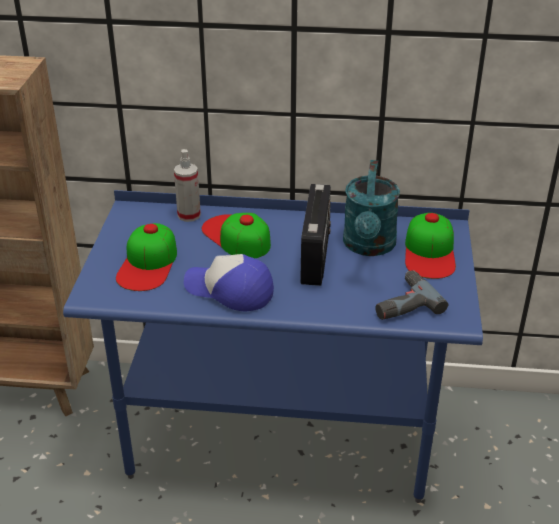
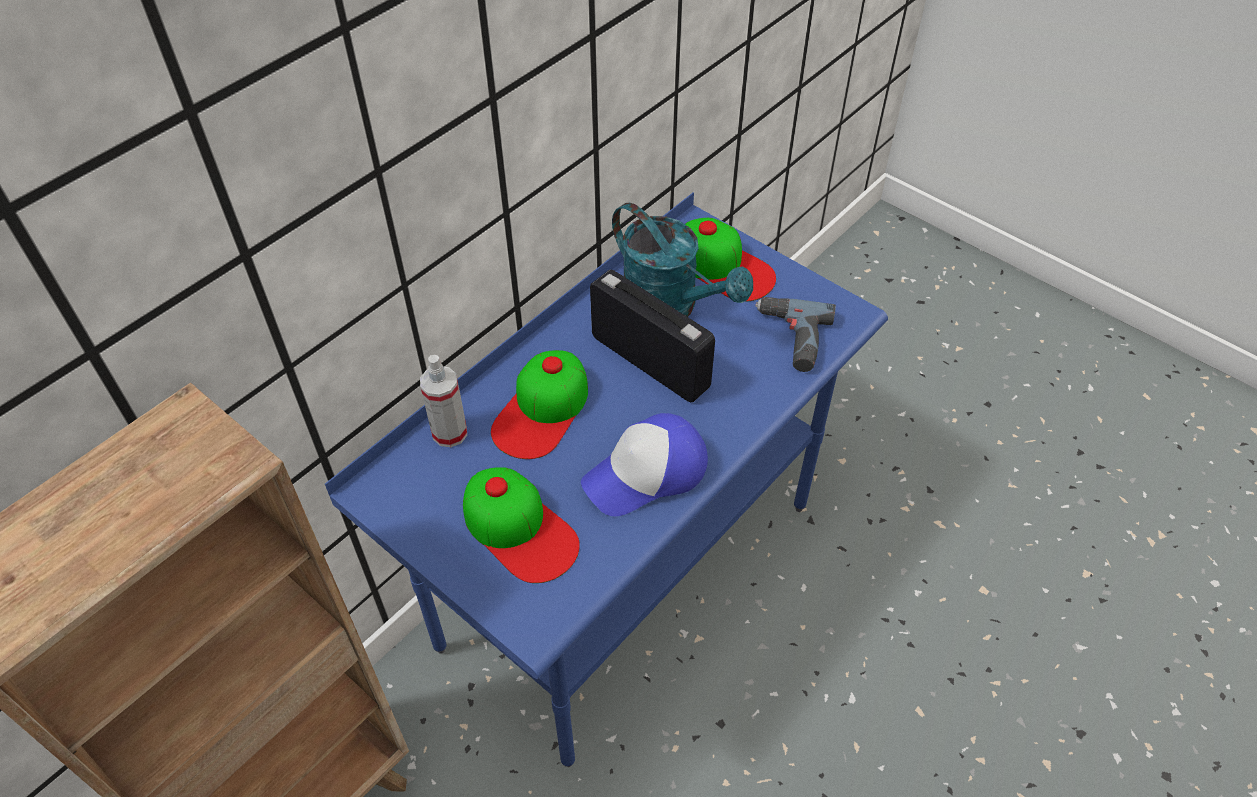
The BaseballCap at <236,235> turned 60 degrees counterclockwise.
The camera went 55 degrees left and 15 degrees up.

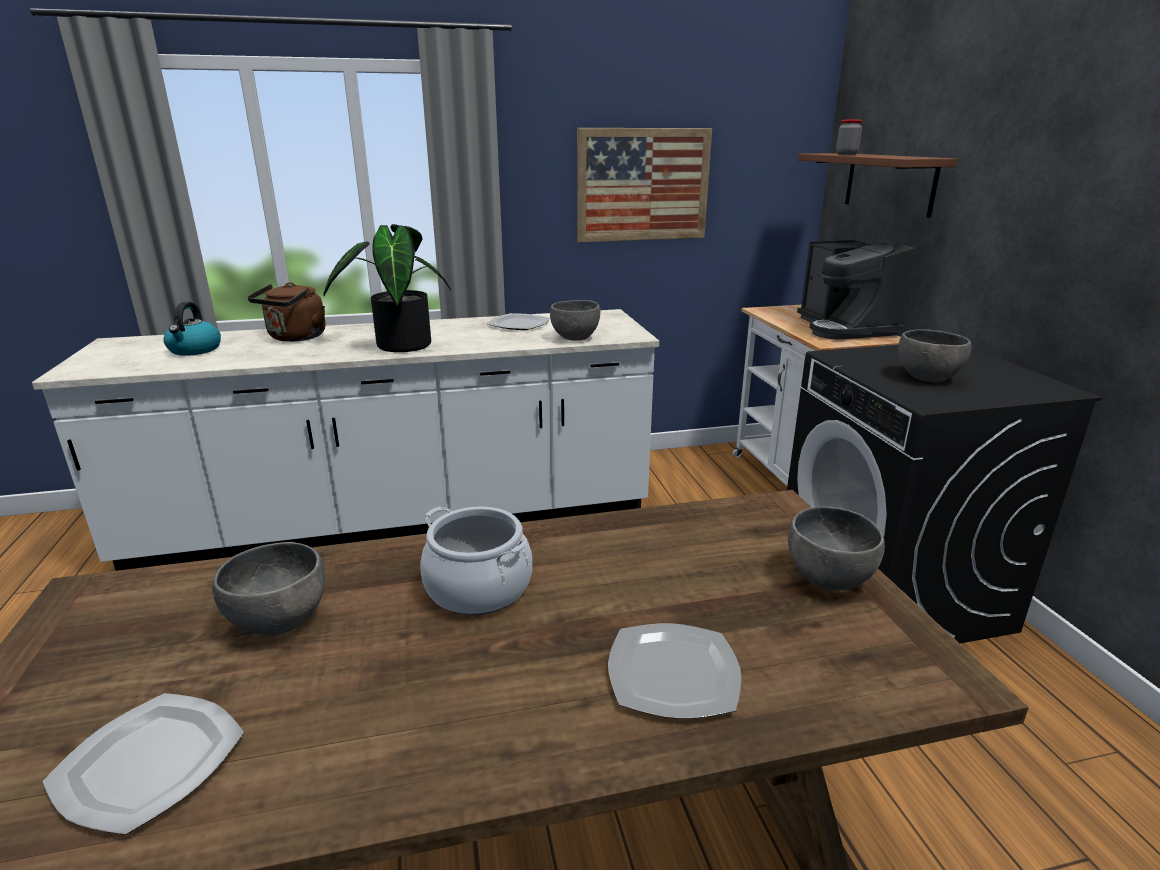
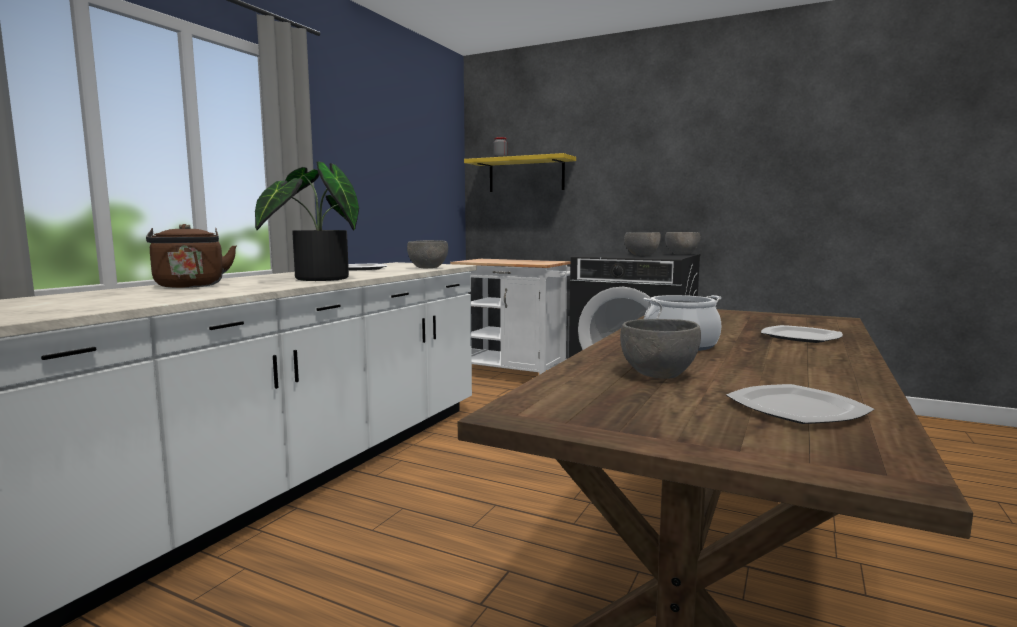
The WaterKettle at <192,329> disappeared.
The Picture at <644,185> disappeared.
The GreyDeepDish moved from <836,548> to <682,243>.
The CoffeeBrewer at <856,289> disappeared.
The BrownColouredWallShelf at <878,185> became the YellowishWallShelf at <520,172>.
The camera went 50 degrees left and 15 degrees down.

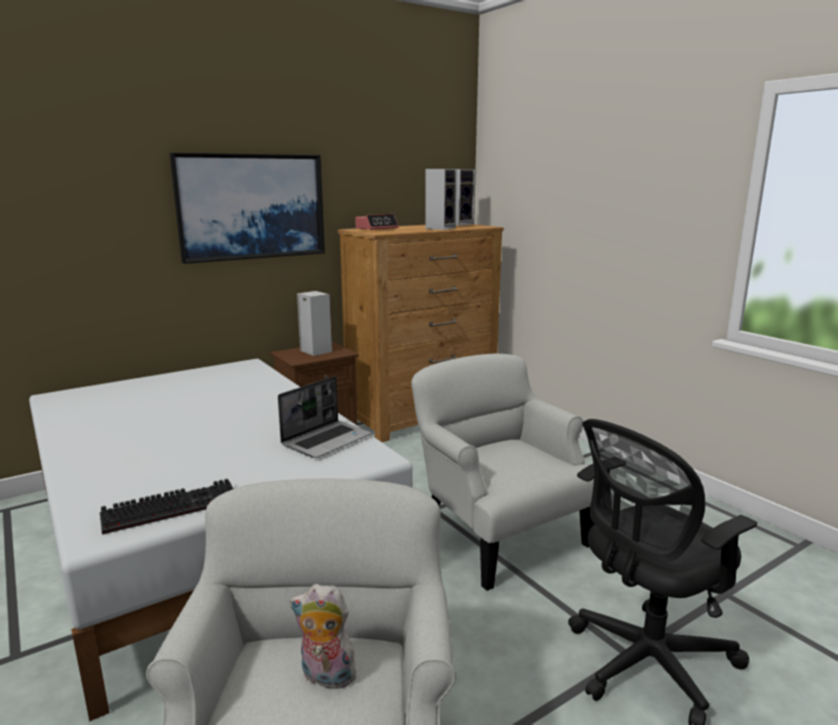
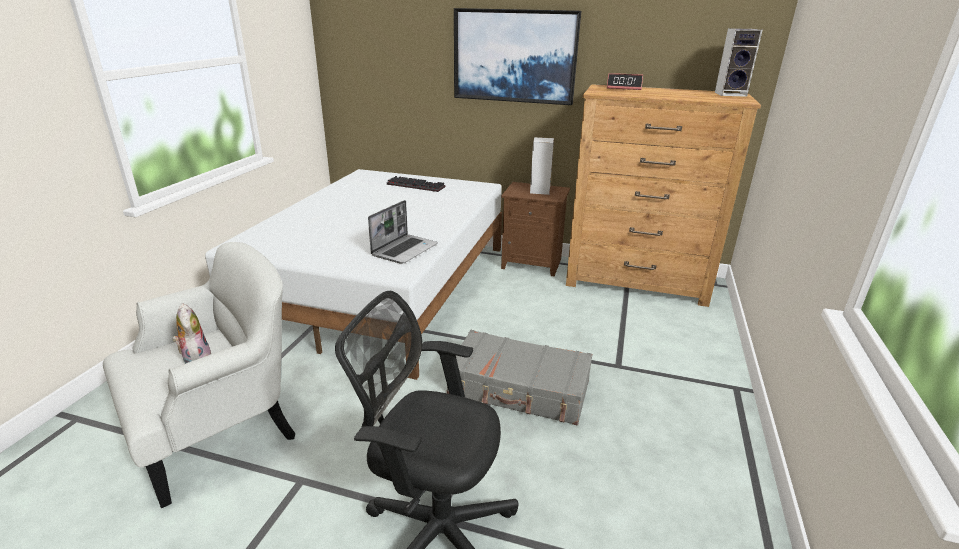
The Keyboard moved from <166,507> to <416,184>.
The Laptop at <325,417> turned 60 degrees counterclockwise.
The WhiteColouredLoungeChair at <502,472> was replaced by the GreySuitcase at <520,377>.
The AudioSpeaker at <441,199> disappeared.
The camera went 50 degrees right and 10 degrees up.

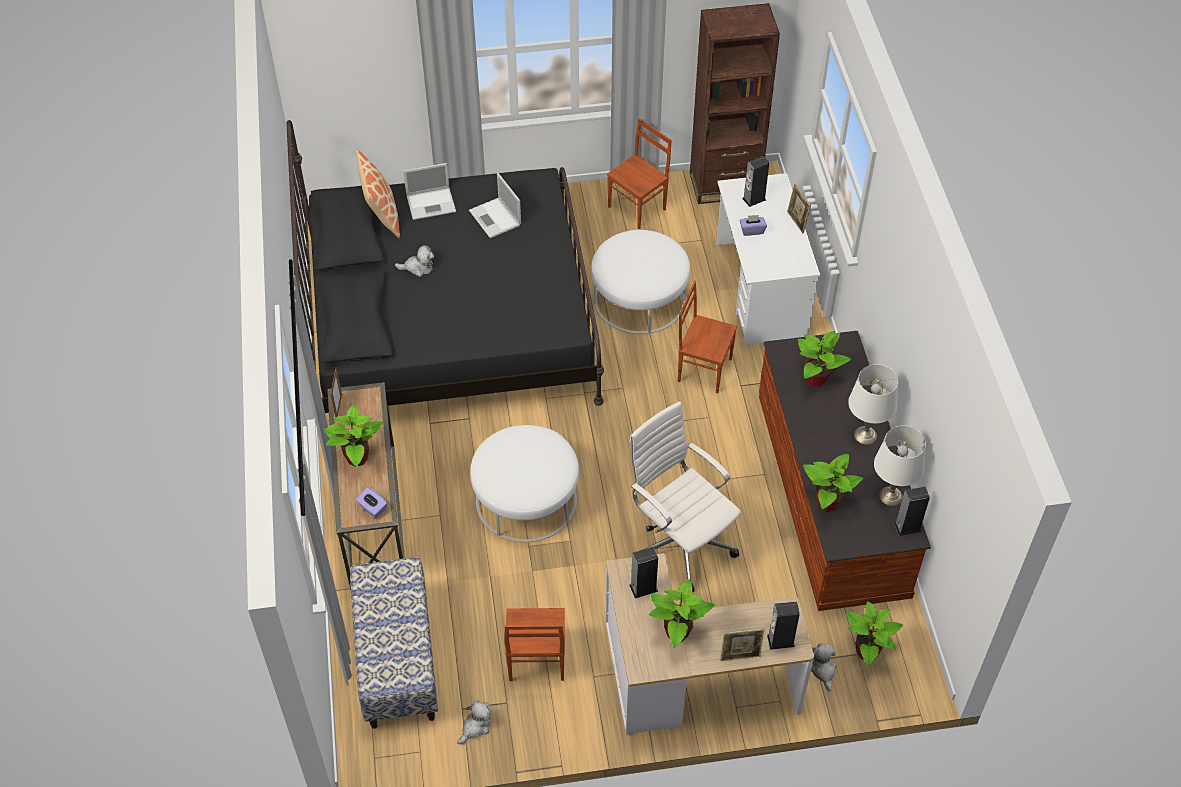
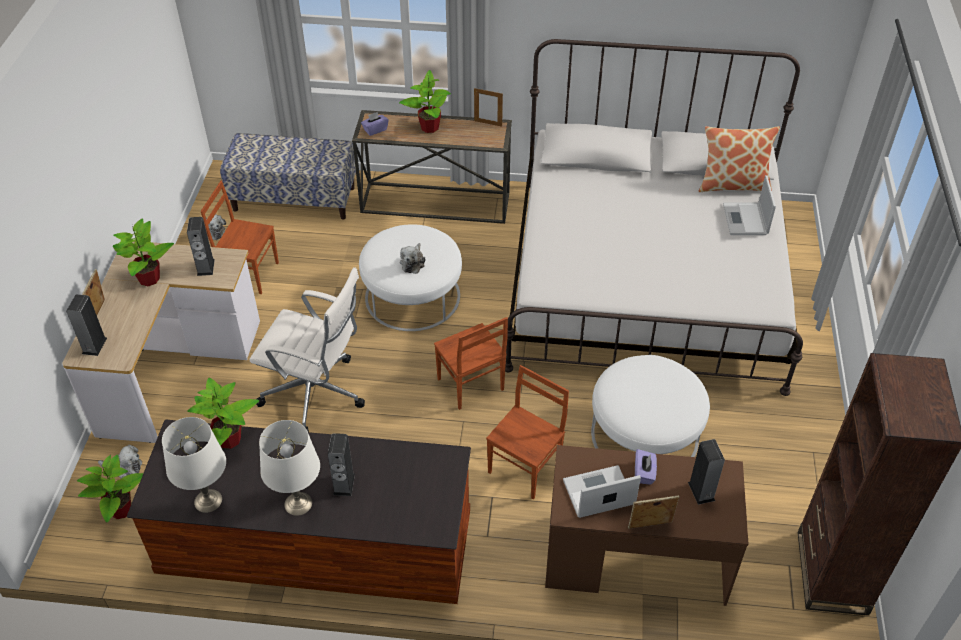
The BlackBed at <445,266> became the WhiteColouredBed at <654,217>.
The CuddlyToy moved from <414,261> to <412,258>.
The Laptop moved from <495,205> to <602,491>.
The BrownColouredPlainChair moved from <639,173> to <471,363>.
The WhiteColouredDeskChair at <685,496> turned 45 degrees clockwise.
The WhiteColouredDeskUnit at <768,259> became the BrownColouredDeskUnit at <646,525>.
The PottedPlant at <824,359> disappeared.
The AudioSpeaker moved from <912,511> to <341,464>.
The camera went 105 degrees right and 5 degrees down.

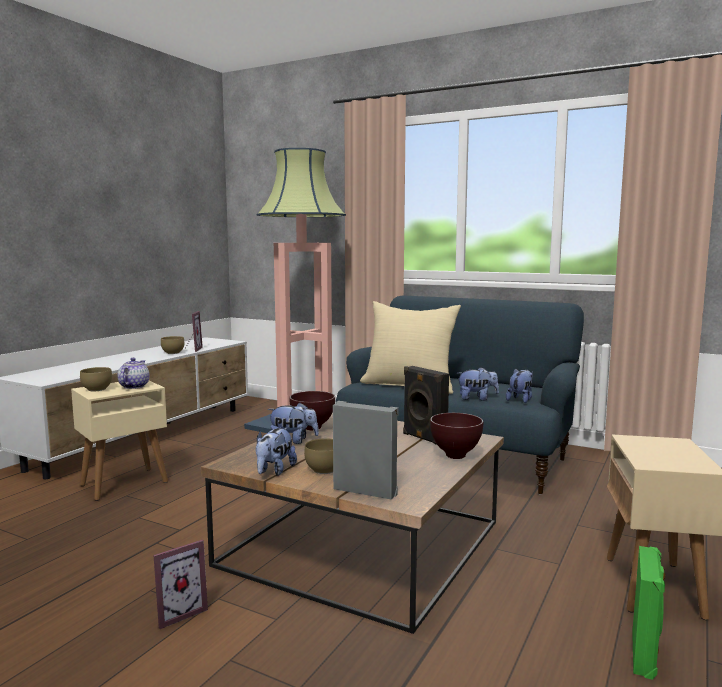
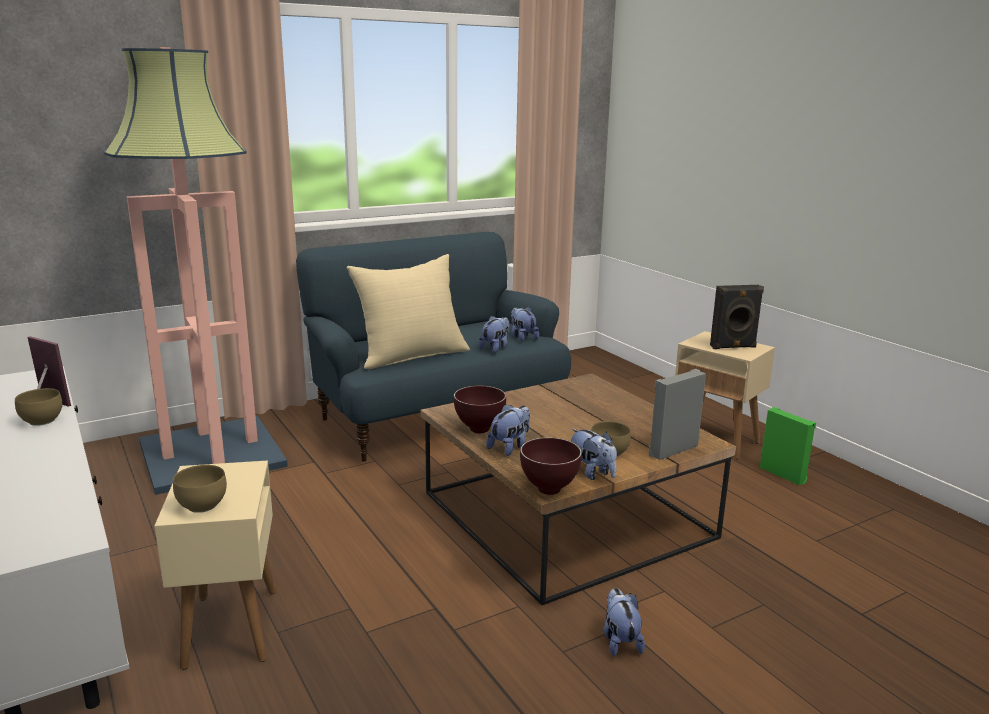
The Teapot at <134,373> disappeared.
The PictureFrame at <180,584> was replaced by the CuddlyToy at <624,622>.
The BlackAudioSpeaker moved from <426,405> to <737,317>.
The BrownColouredDeepDish moved from <456,436> to <551,466>.
The camera went 60 degrees left and 10 degrees up.

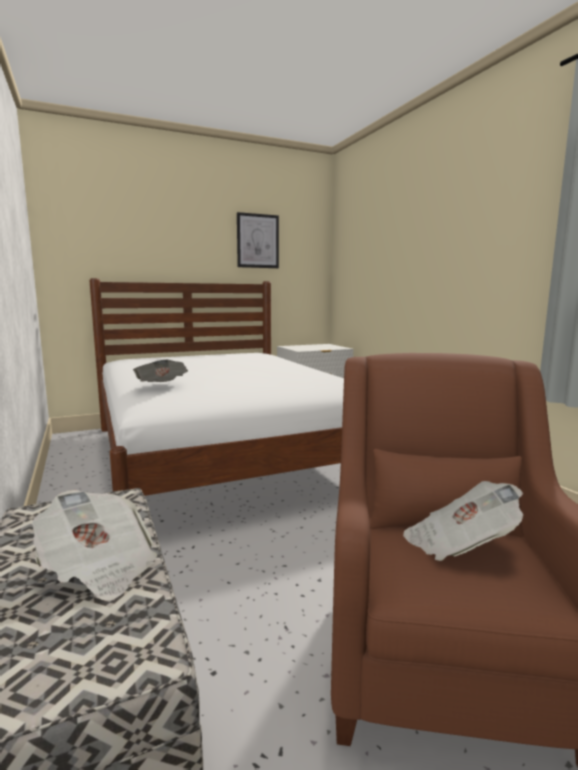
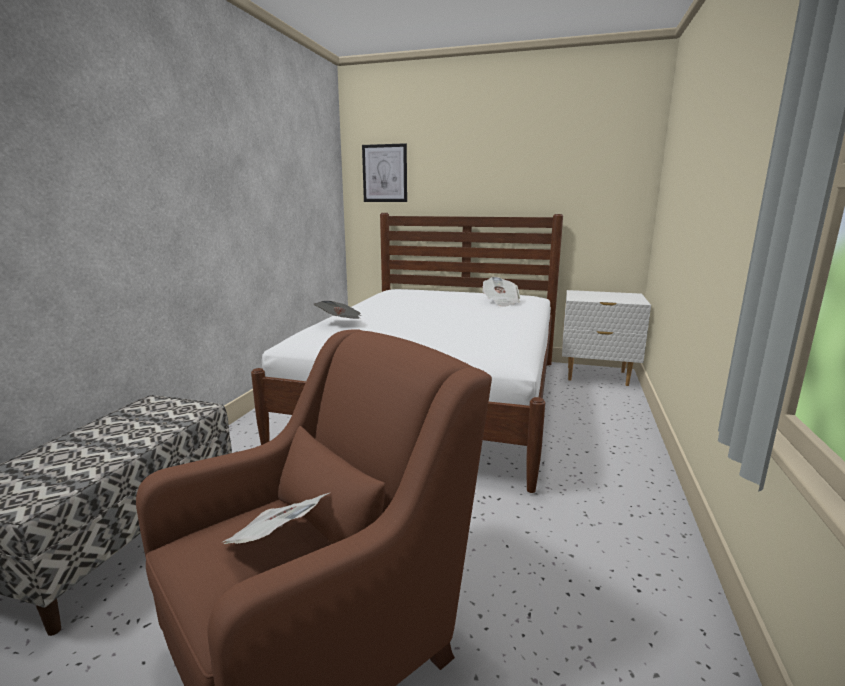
The DailyPaper moved from <94,545> to <501,292>.
The Picture moved from <258,240> to <384,172>.
The camera went 40 degrees right and 5 degrees up.

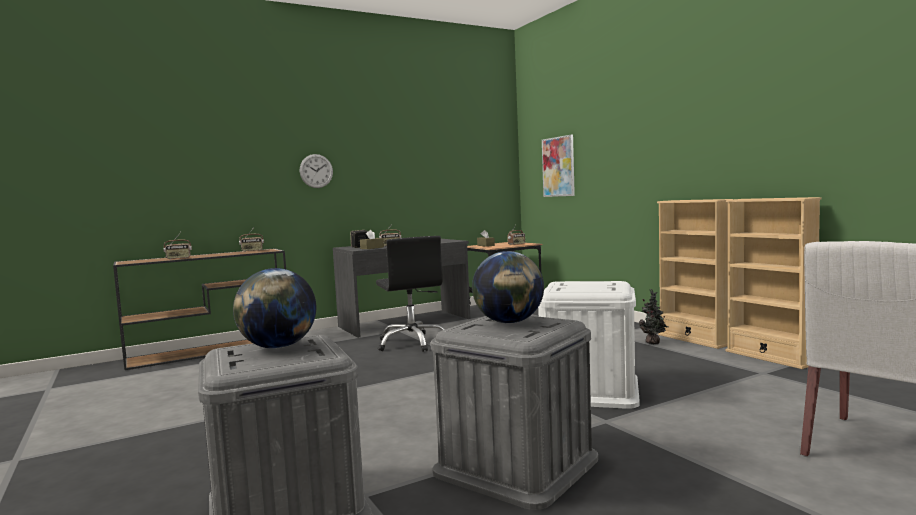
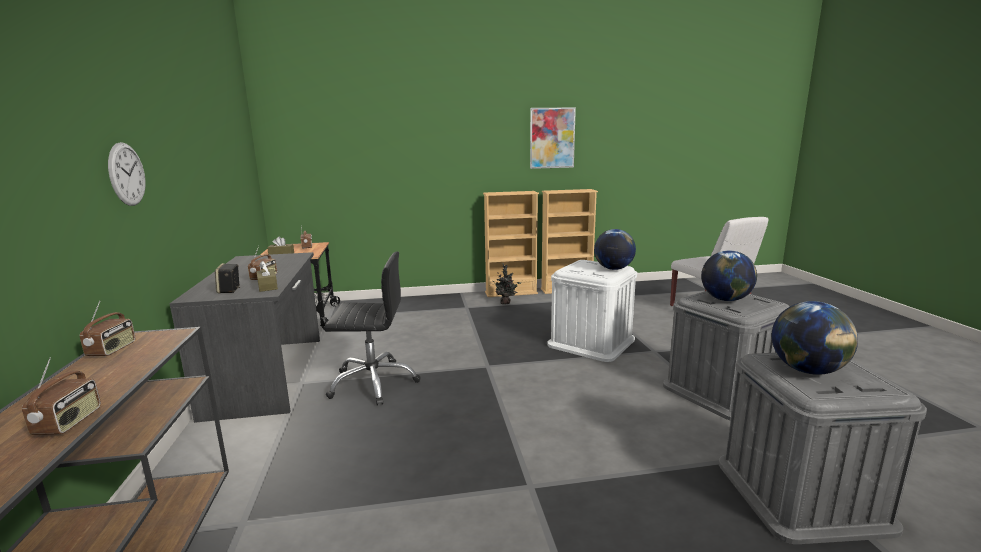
The Picture moved from <558,166> to <553,138>.
The WorldGlobe at <615,249> appeared.
The camera went 70 degrees left and 10 degrees up.

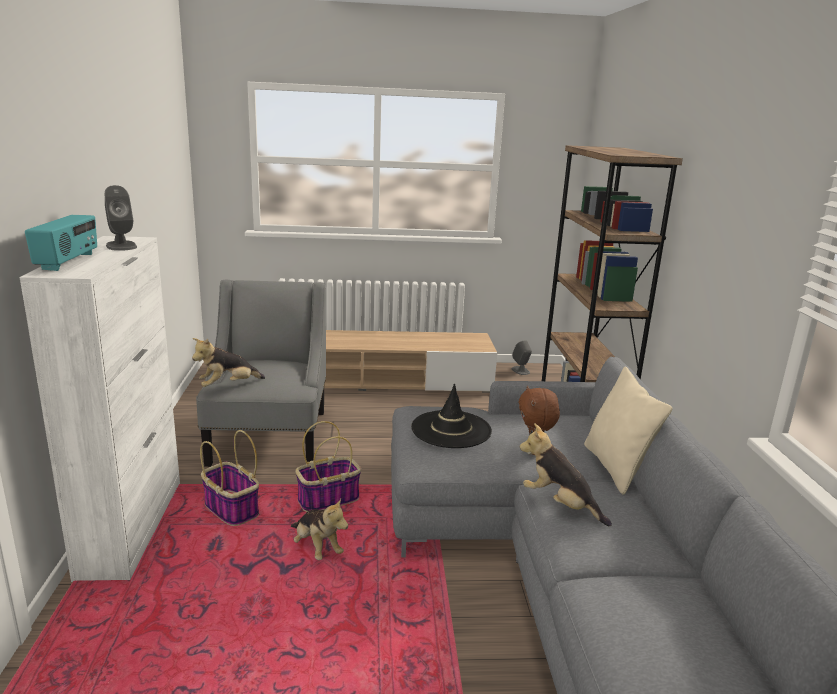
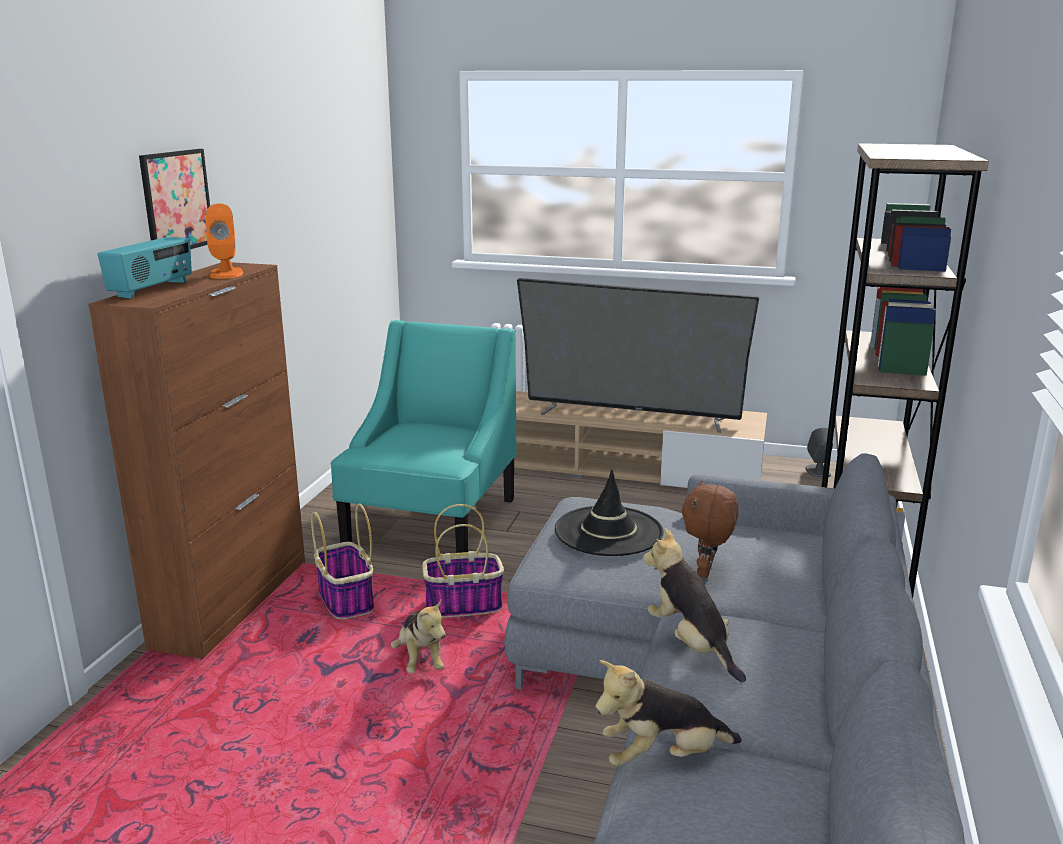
The WhiteColouredCabinet at <99,409> became the BrownColouredCabinet at <196,460>.
The GreyAudioSpeaker at <121,218> became the OrangeAudioSpeaker at <224,241>.
The CuddlyToy moved from <228,362> to <668,713>.
The GreyLoungeChair at <261,373> became the TurquoiseColouredLoungeChair at <424,436>.
The BeigeColouredCushion at <628,430> disappeared.
The Picture at <174,199> appeared.
The Tv at <638,355> appeared.
The camera went 20 degrees right and 0 degrees up.

